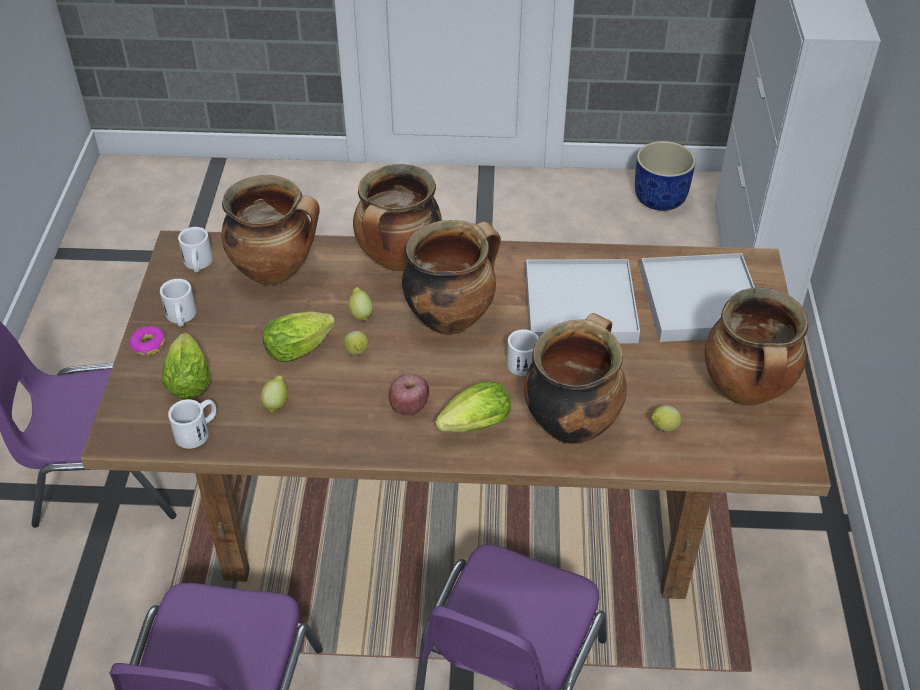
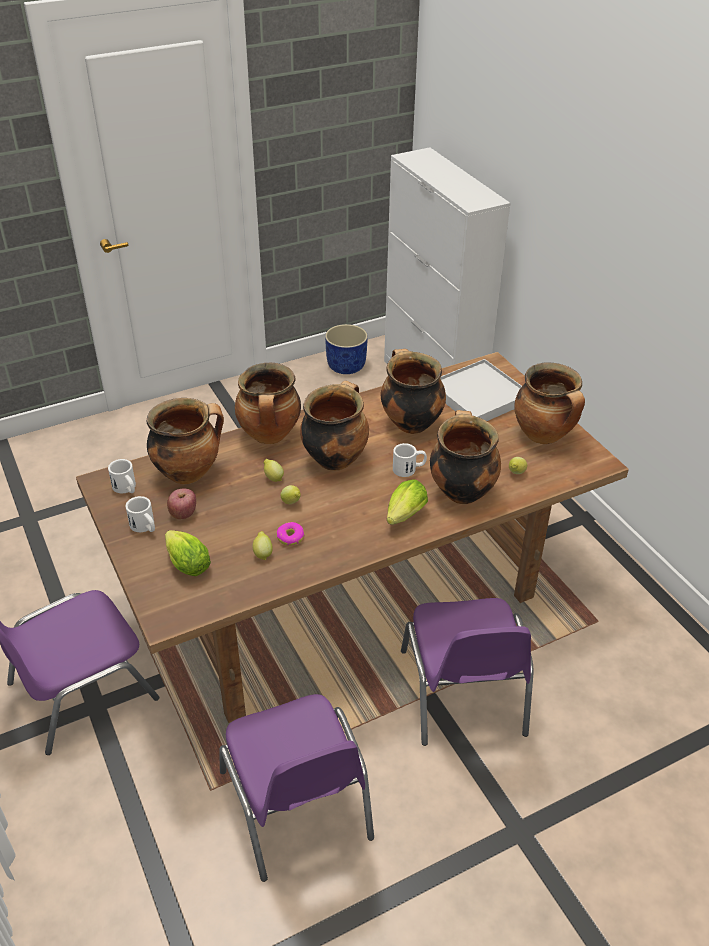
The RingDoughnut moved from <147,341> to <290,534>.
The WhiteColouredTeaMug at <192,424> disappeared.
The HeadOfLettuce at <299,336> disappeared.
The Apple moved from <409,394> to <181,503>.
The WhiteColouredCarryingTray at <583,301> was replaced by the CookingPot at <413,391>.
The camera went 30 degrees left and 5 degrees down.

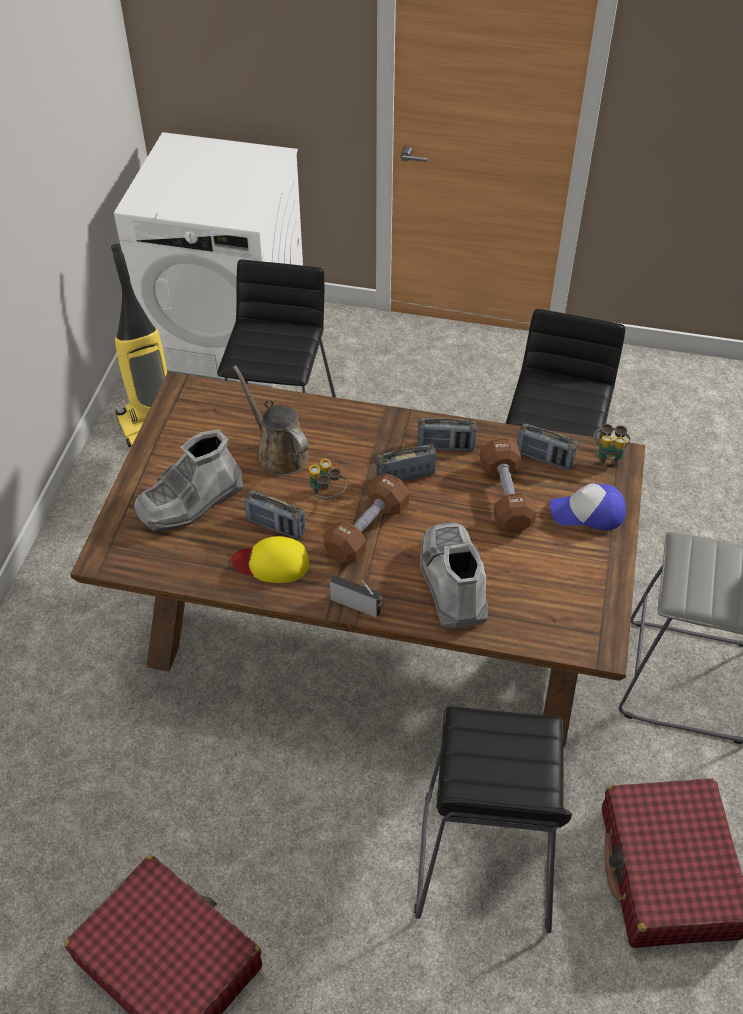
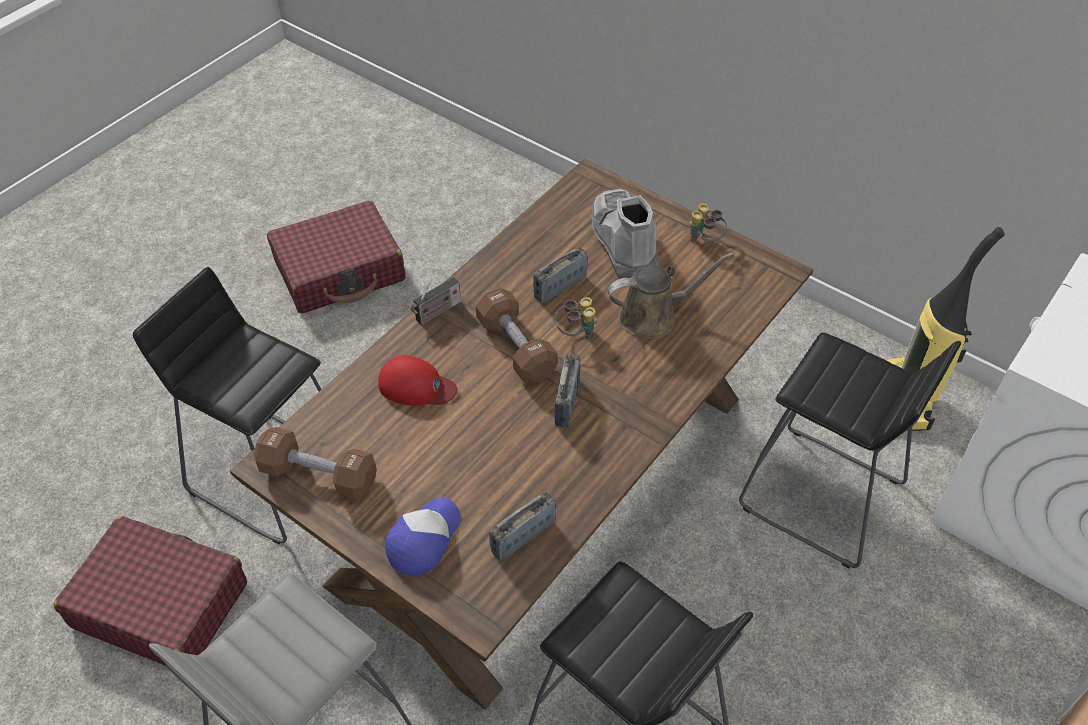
The YellowishBaseballCap at <270,559> disappeared.
The RadioReceiver at <447,434> disappeared.
The GreyBoot at <454,575> was replaced by the ReddishBaseballCap at <418,380>.
The BrownColouredDumbbell moved from <508,485> to <315,463>.
The PairOfBinoculars moved from <612,444> to <708,223>.
The camera went 115 degrees right and 0 degrees up.

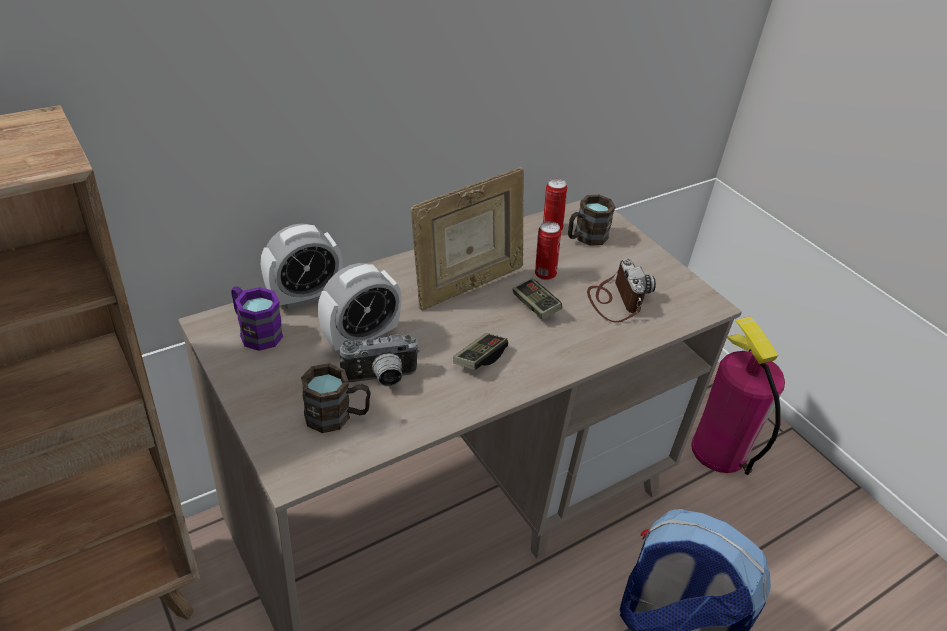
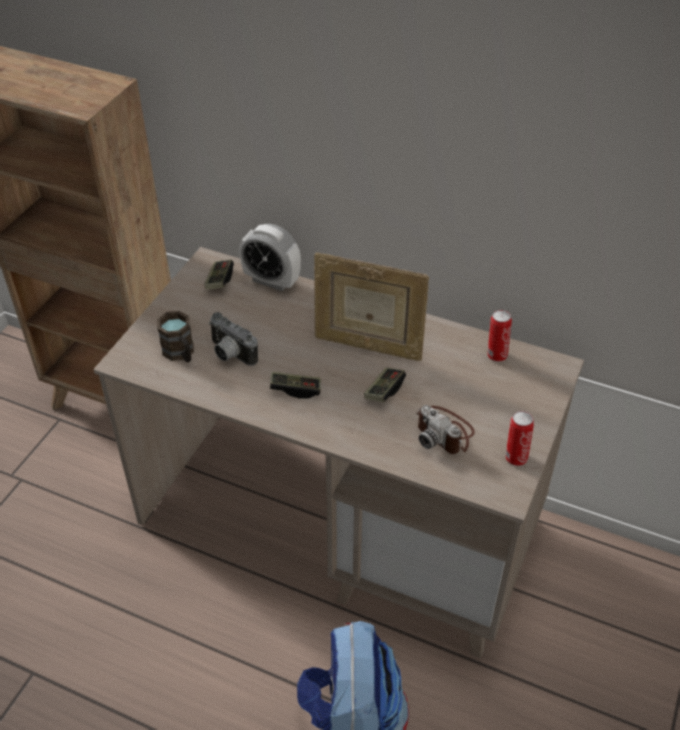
The PurplishTeaMug at <257,318> was replaced by the GameController at <219,275>.
The AlarmClock at <360,307> disappeared.
The SealedCan moved from <548,251> to <520,438>.
The BrownColouredTeaMug at <591,220> disappeared.
The StillCamera at <621,291> turned 90 degrees clockwise.
The FireFightingCylinder at <738,395> disappeared.
The camera went 60 degrees right and 5 degrees up.

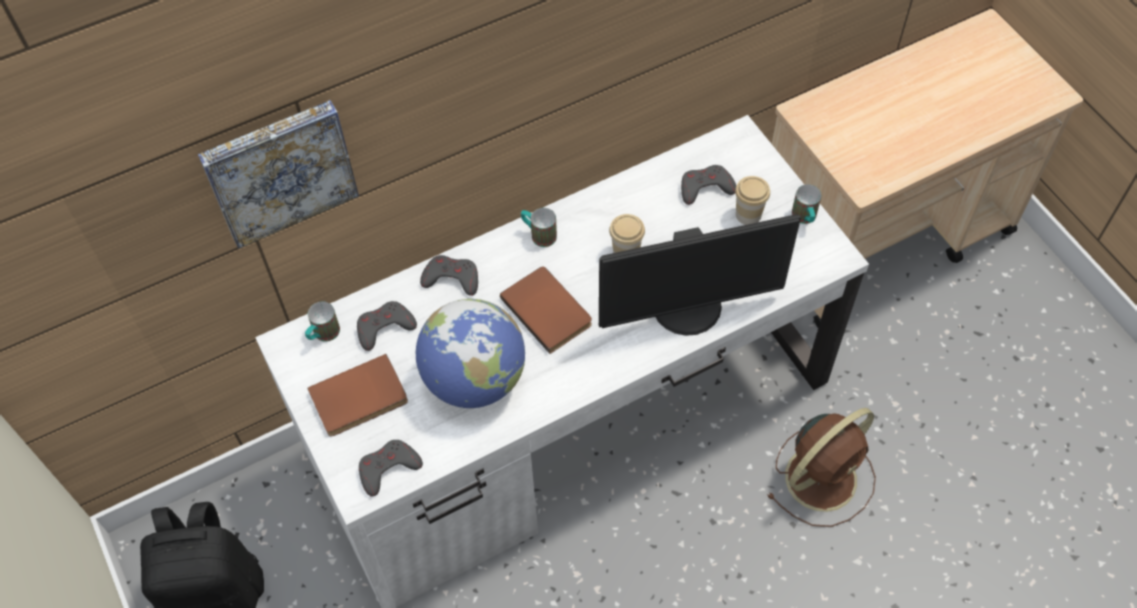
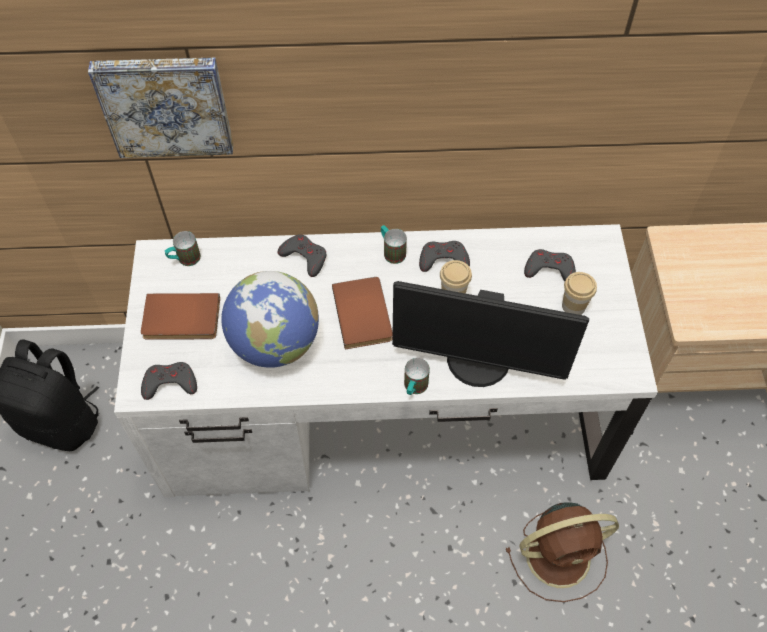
The GreyGameController moved from <387,326> to <444,256>.
The TeaMug moved from <806,204> to <417,376>.
The camera went 25 degrees right and 0 degrees up.

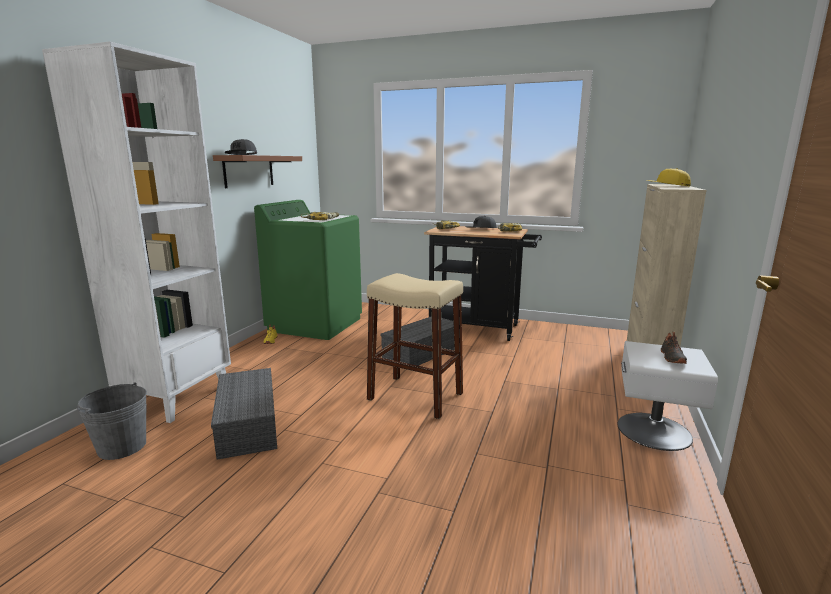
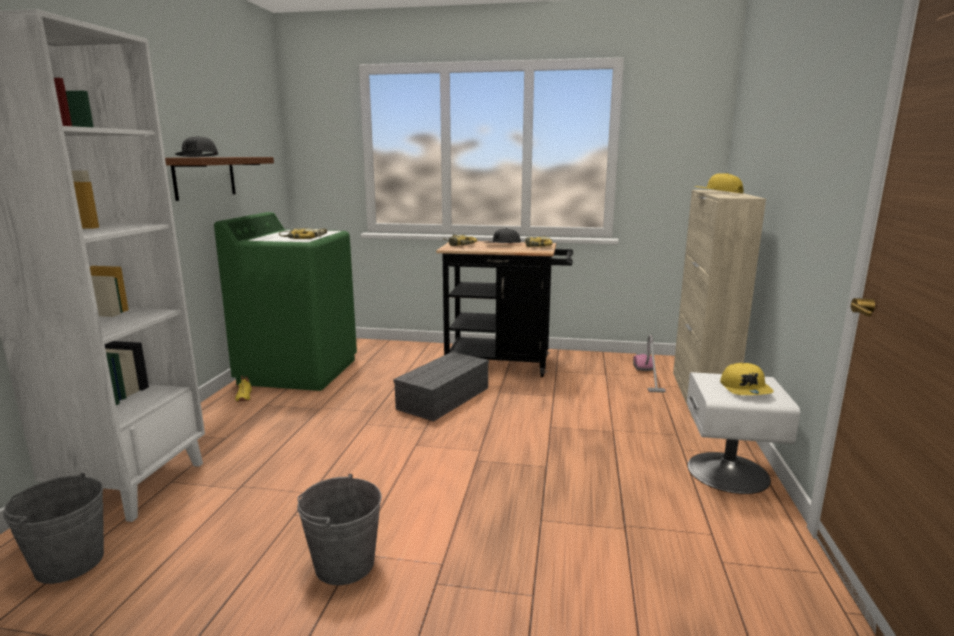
The GreyStorageBin at <244,414> disappeared.
The BeigeColouredStool at <415,346> disappeared.
The BlackItemOfFootwear at <674,348> was replaced by the YellowishBaseballCap at <747,379>.
The GreyWaterBucket at <339,529> appeared.
The Vacuum at <649,363> appeared.
The camera went 10 degrees left and 0 degrees up.

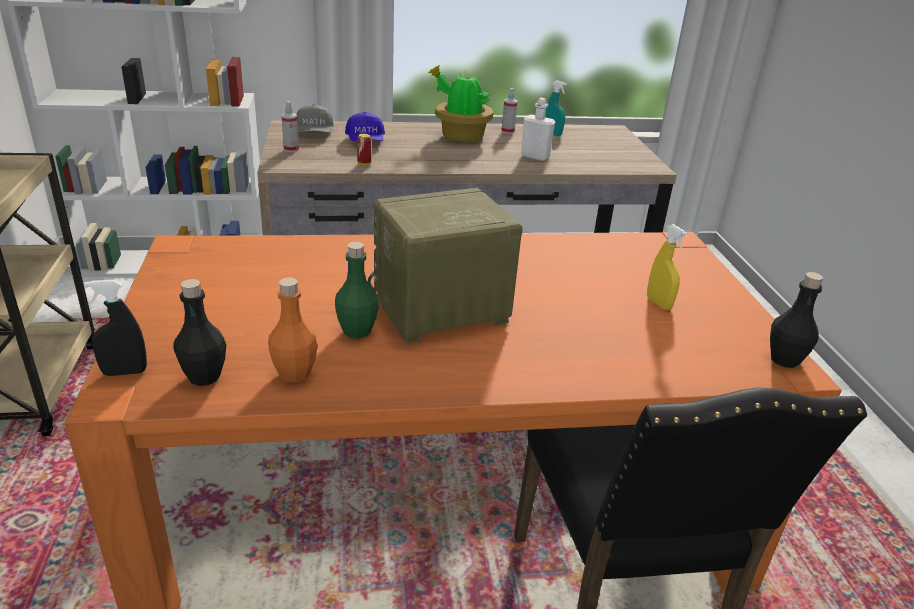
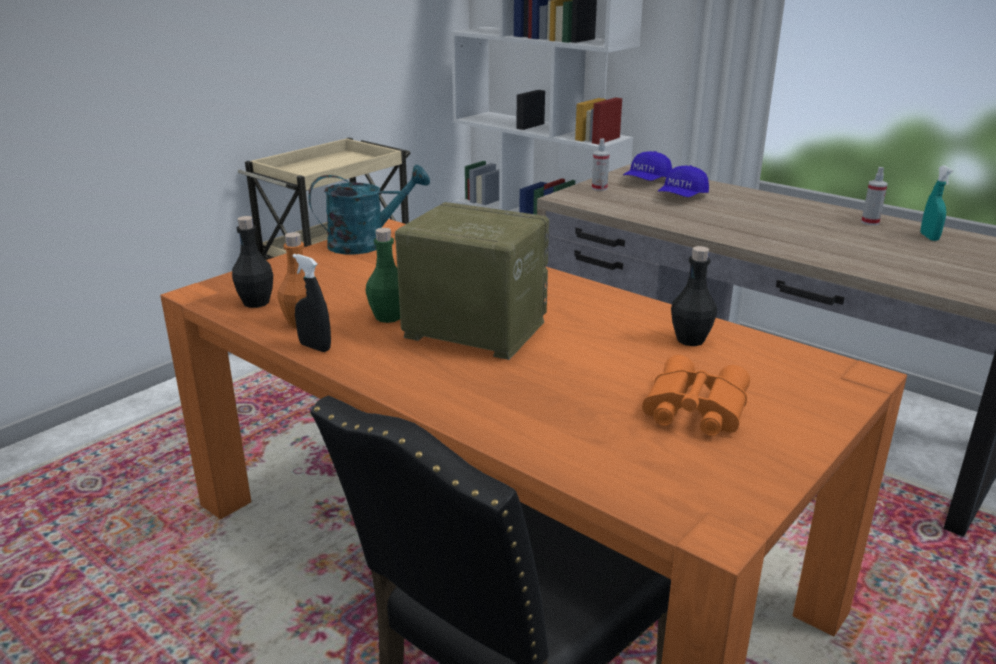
The BlackSprayBottle moved from <115,328> to <312,303>.
The GreyBaseballCap at <315,118> became the BlueColouredBaseballCap at <647,166>.
The SealedCan at <364,150> disappeared.
The PottedPlant at <460,103> disappeared.
The WhiteColouredBottle at <538,129> disappeared.
The YellowishSprayBottle at <667,267> was replaced by the OrangePairOfBinoculars at <696,395>.
The BlackBottle moved from <796,320> to <694,296>.
The TurquoiseColouredWateringCan at <369,209> appeared.
The camera went 50 degrees right and 5 degrees down.

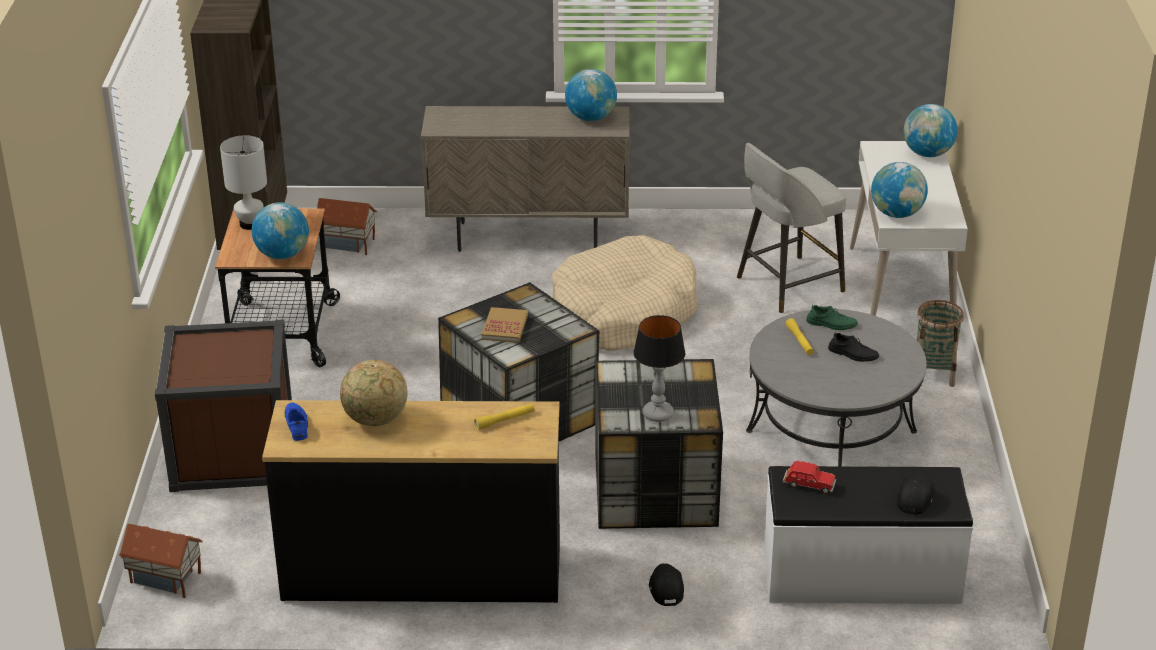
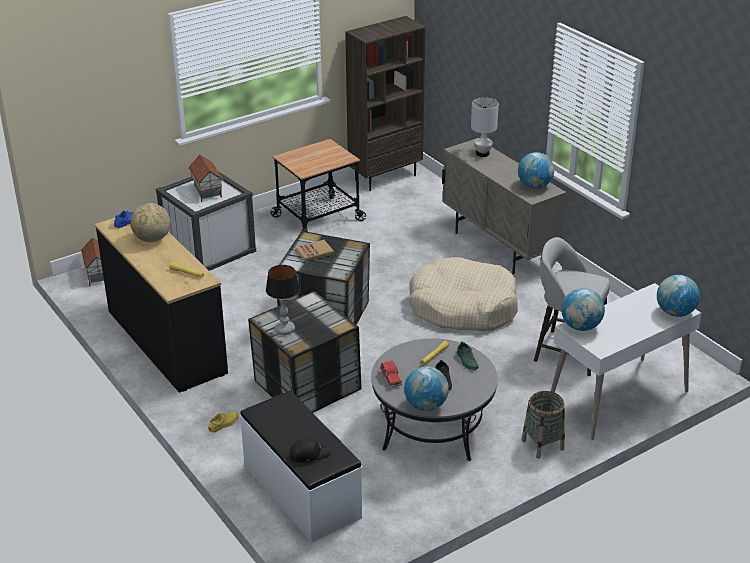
The BrownColouredStorageBin at <223,405> became the WhiteColouredStorageBin at <206,221>.
The WhiteColouredTabletopLamp moved from <243,182> to <485,127>.
The WorldGlobe moved from <280,230> to <426,388>.
The MiniatureHouse moved from <347,226> to <205,178>.
The BlackBaseballCap at <666,584> was replaced by the YellowishItemOfFootwear at <223,422>.
The ReddishToyCar moved from <809,477> to <391,374>.
The camera went 55 degrees right and 0 degrees up.

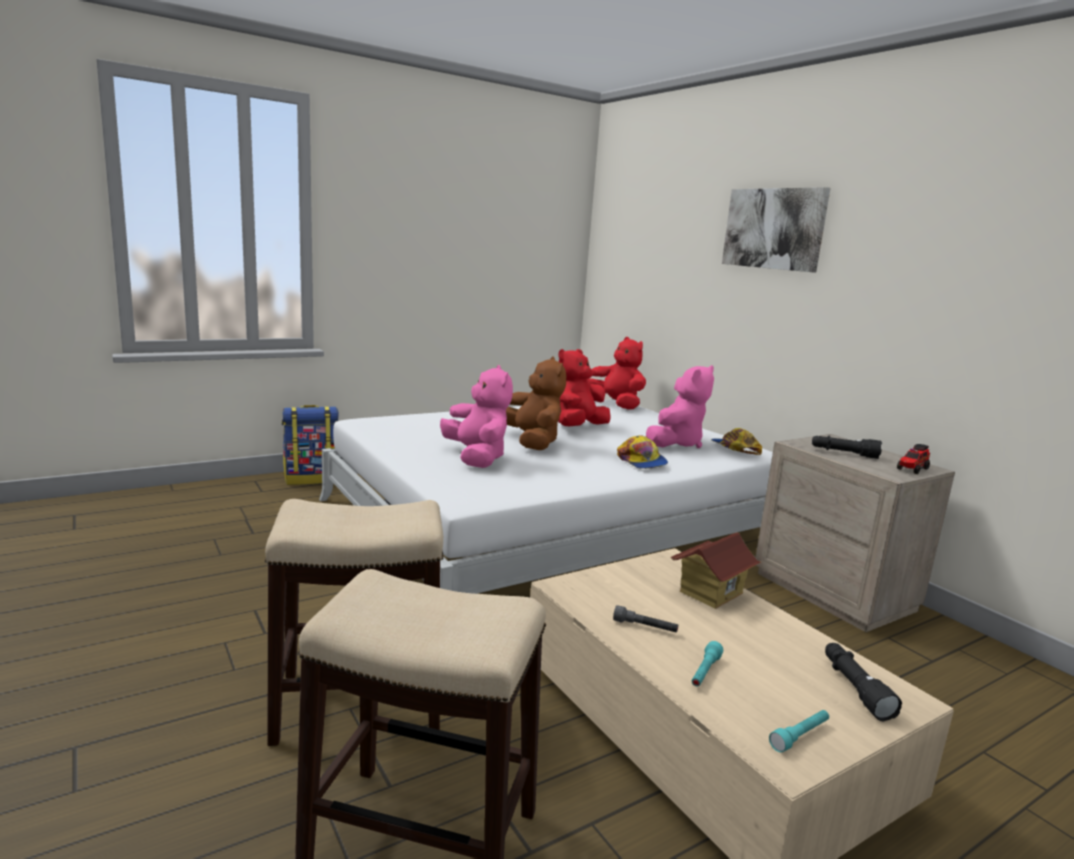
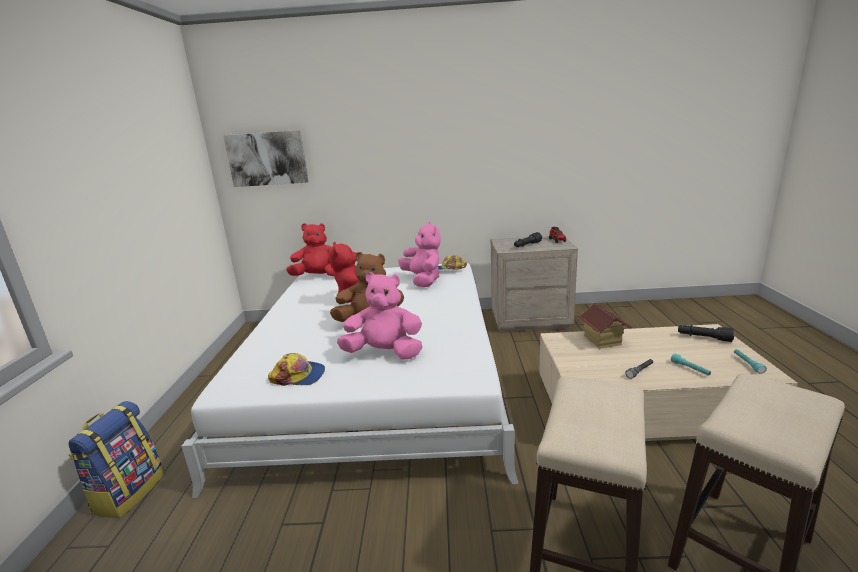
The BaseballCap moved from <642,452> to <296,369>.
The Picture moved from <776,230> to <266,158>.
The camera went 55 degrees left and 5 degrees up.

